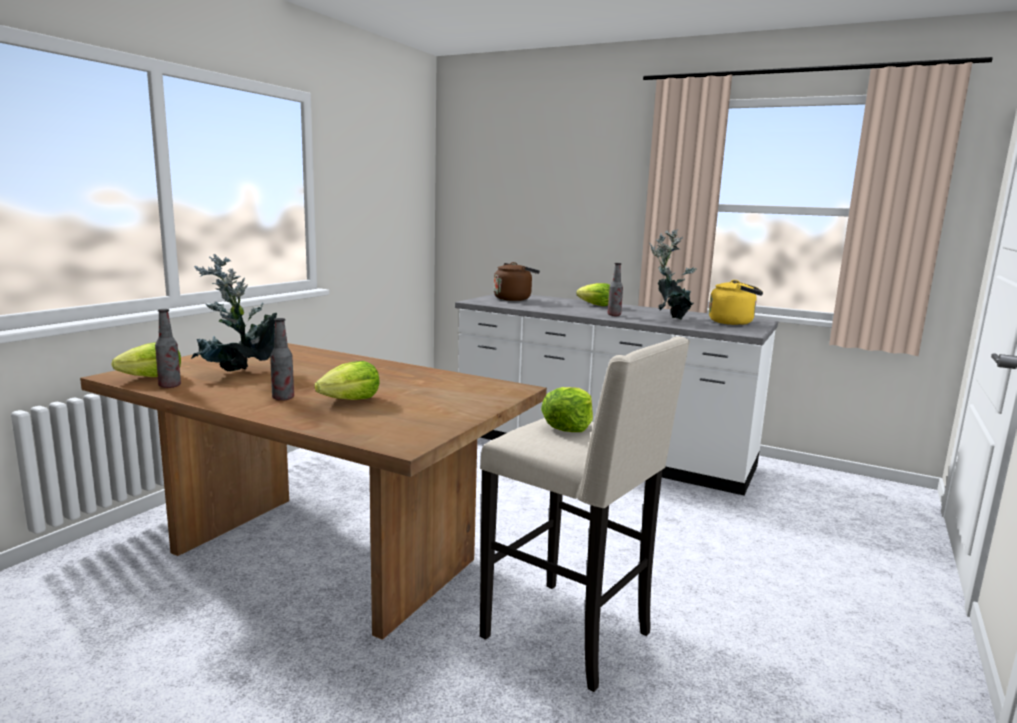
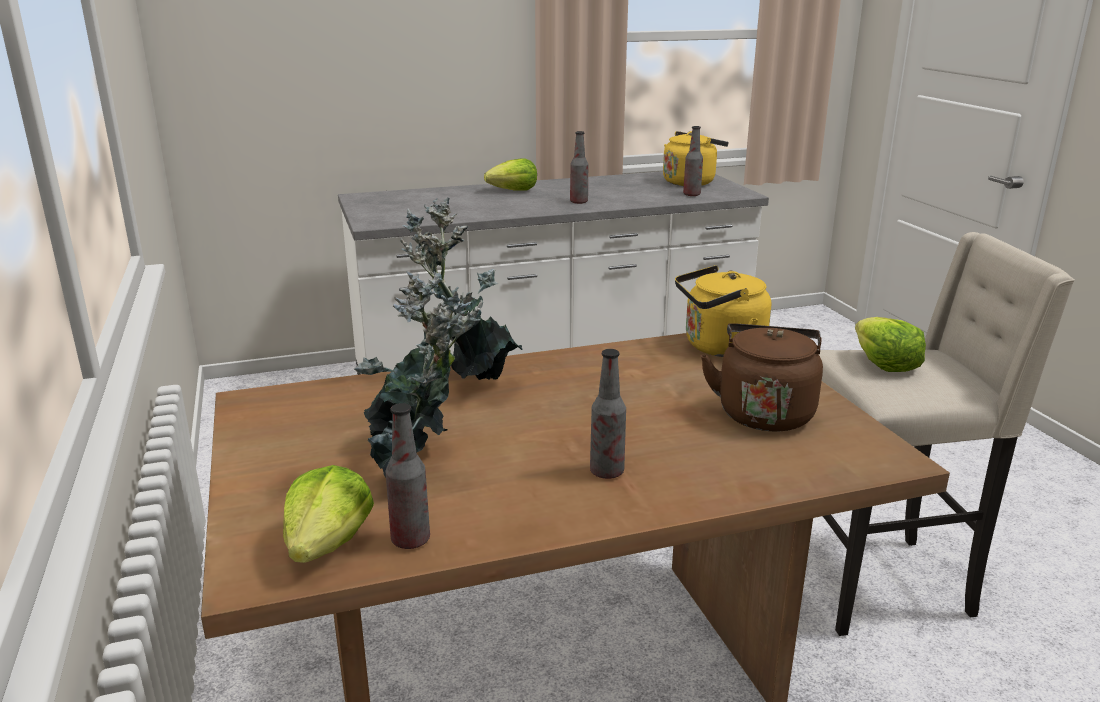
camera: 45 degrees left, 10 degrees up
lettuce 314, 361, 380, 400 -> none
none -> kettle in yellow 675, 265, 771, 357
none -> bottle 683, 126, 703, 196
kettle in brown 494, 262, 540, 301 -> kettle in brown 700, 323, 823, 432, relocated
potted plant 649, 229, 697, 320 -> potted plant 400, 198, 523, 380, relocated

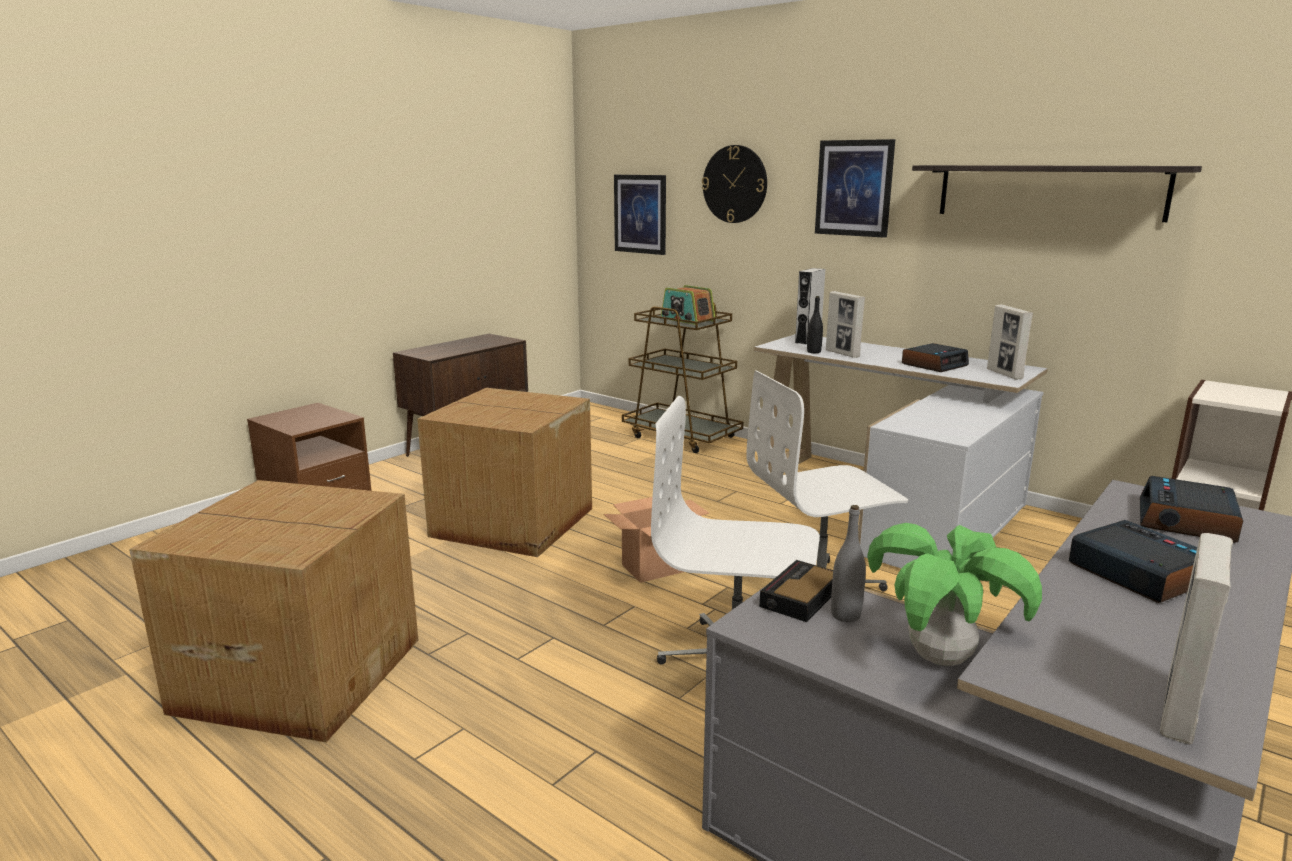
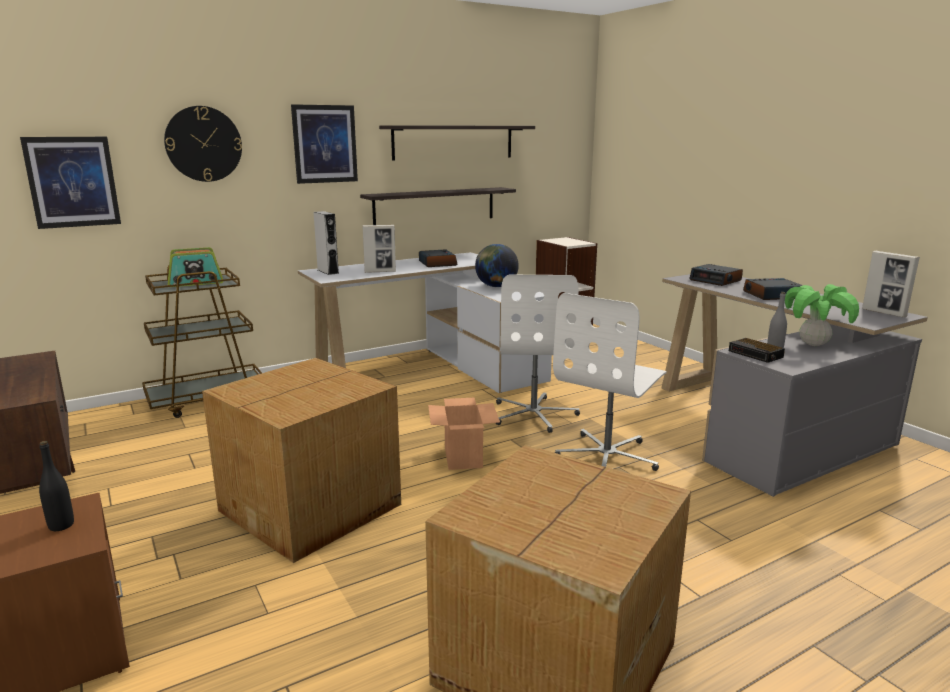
camera: 70 degrees left, 0 degrees up
picture frame 987, 305, 1033, 379 -> none
none -> shelf 360, 187, 516, 225
none -> globe 475, 244, 519, 287
bottle in black 807, 296, 823, 353 -> bottle in black 39, 441, 74, 531, relocated

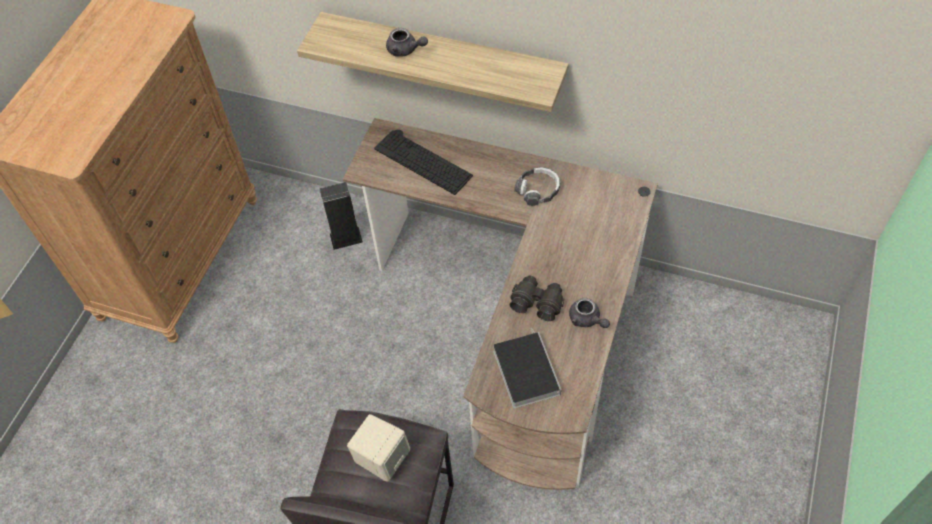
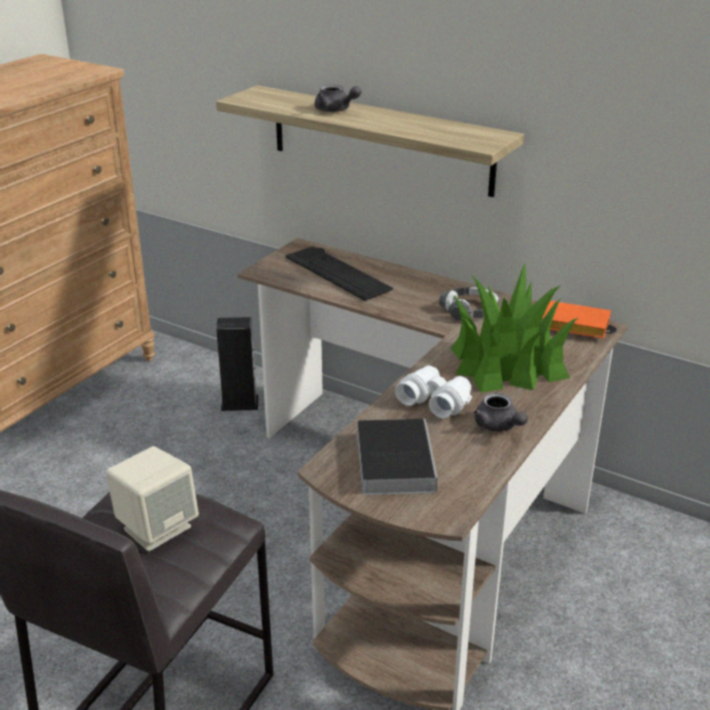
camera: 10 degrees right, 25 degrees down
none -> potted plant 450, 263, 579, 393
none -> book in orange 542, 301, 611, 339
binoculars in black 510, 276, 564, 321 -> binoculars in white 395, 365, 472, 419

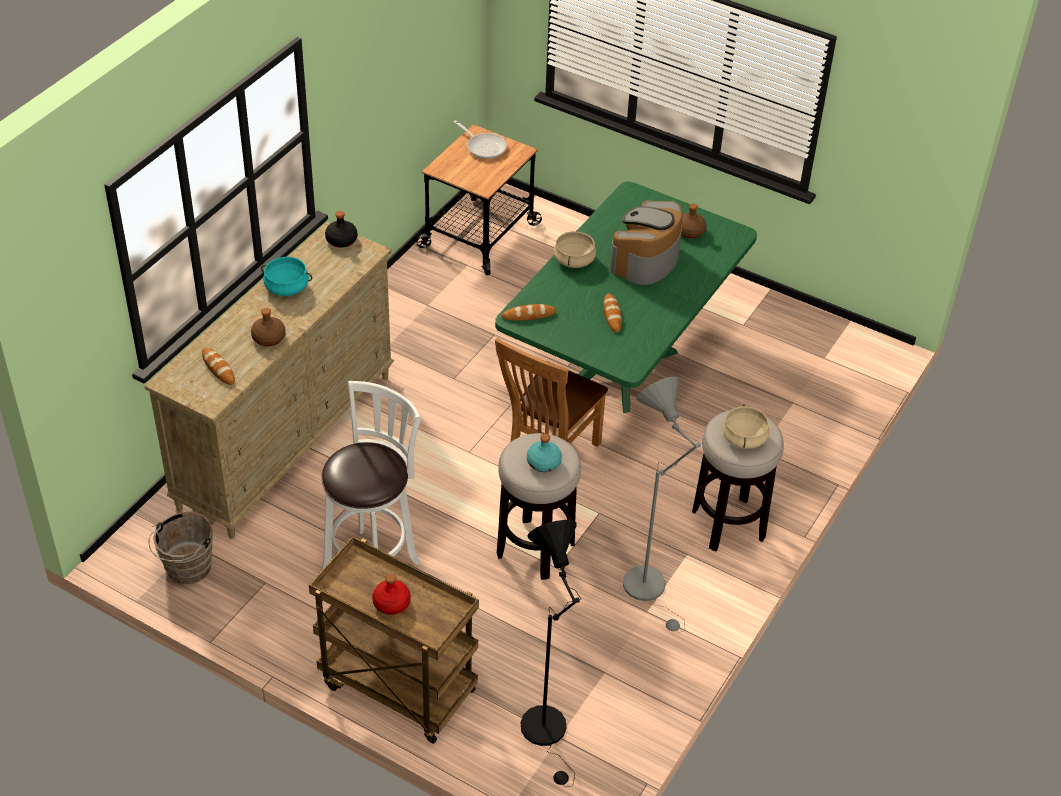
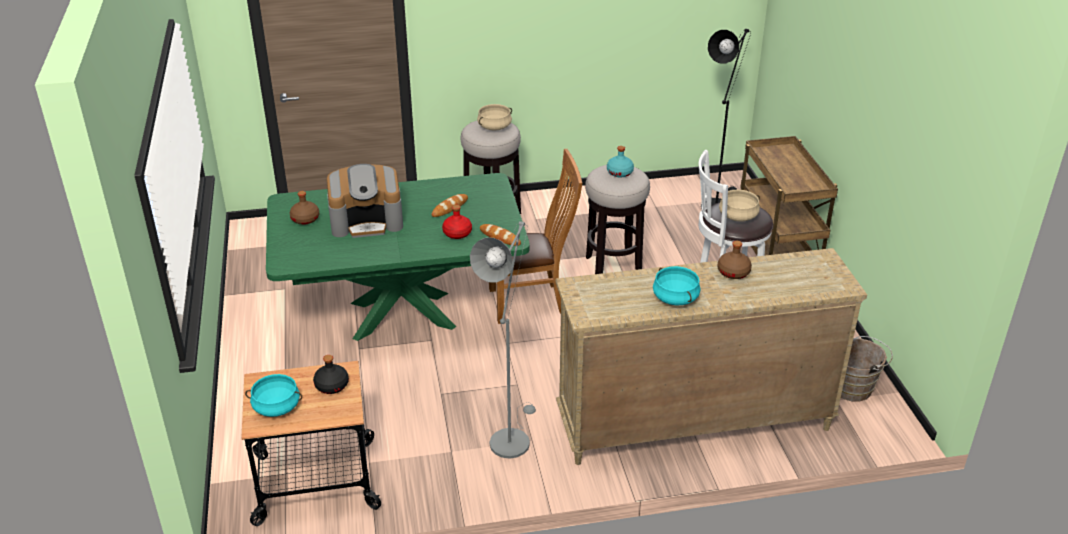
camera: 130 degrees left, 10 degrees down
bread 202, 348, 235, 385 -> none
bottle in black 325, 211, 357, 248 -> bottle in black 313, 355, 349, 394, relocated
bottle in red 372, 574, 411, 615 -> bottle in red 442, 205, 472, 239, relocated
cooking pot in beige 554, 230, 596, 268 -> cooking pot in beige 719, 190, 760, 222, relocated
floor lamp in grey 623, 377, 701, 633 -> floor lamp in grey 470, 221, 536, 459, relocated
frying pan 454, 120, 507, 159 -> cooking pot in turquoise 245, 374, 302, 417

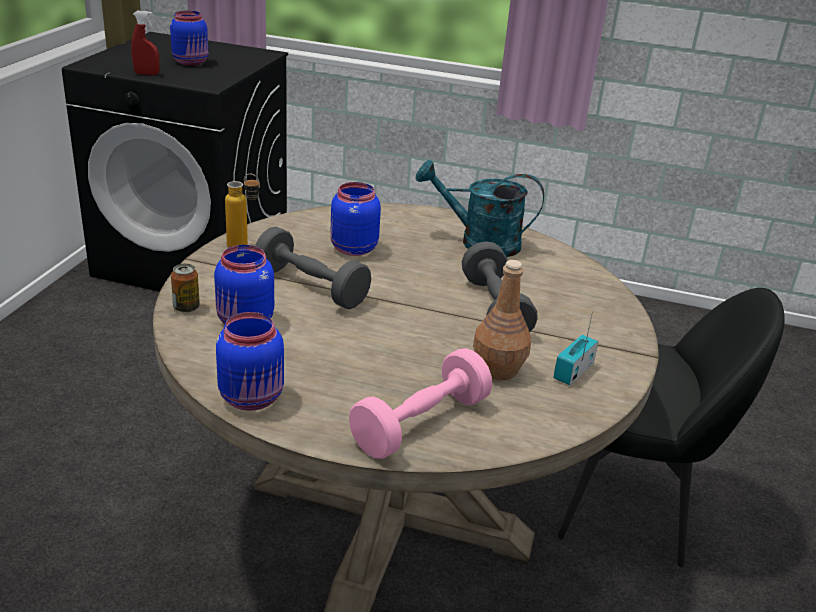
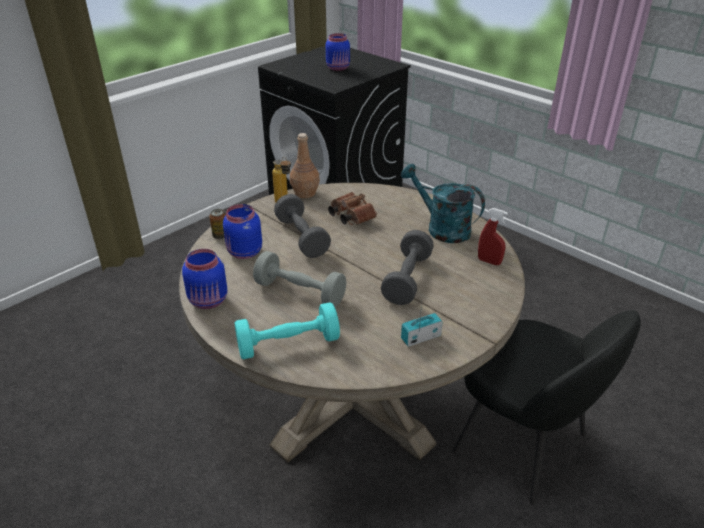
camera: 30 degrees right, 5 degrees up
none -> dumbbell in grey 253, 251, 346, 307
spray bottle in red 131, 11, 159, 75 -> spray bottle in red 478, 208, 508, 265, relocated
bottle in brown 473, 260, 531, 381 -> bottle in brown 290, 133, 320, 198, relocated
jar in blue 330, 182, 381, 256 -> binoculars in brown 328, 192, 377, 225
dumbbell in pink 349, 348, 492, 459 -> dumbbell in turquoise 235, 302, 340, 359

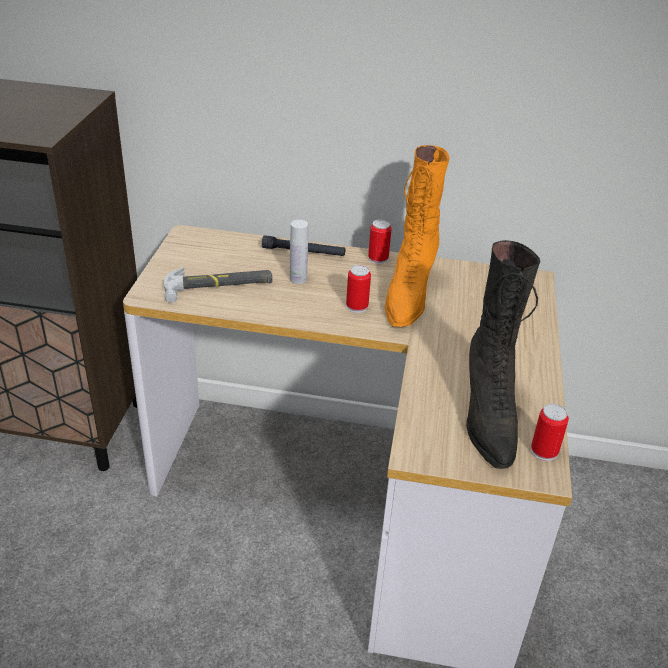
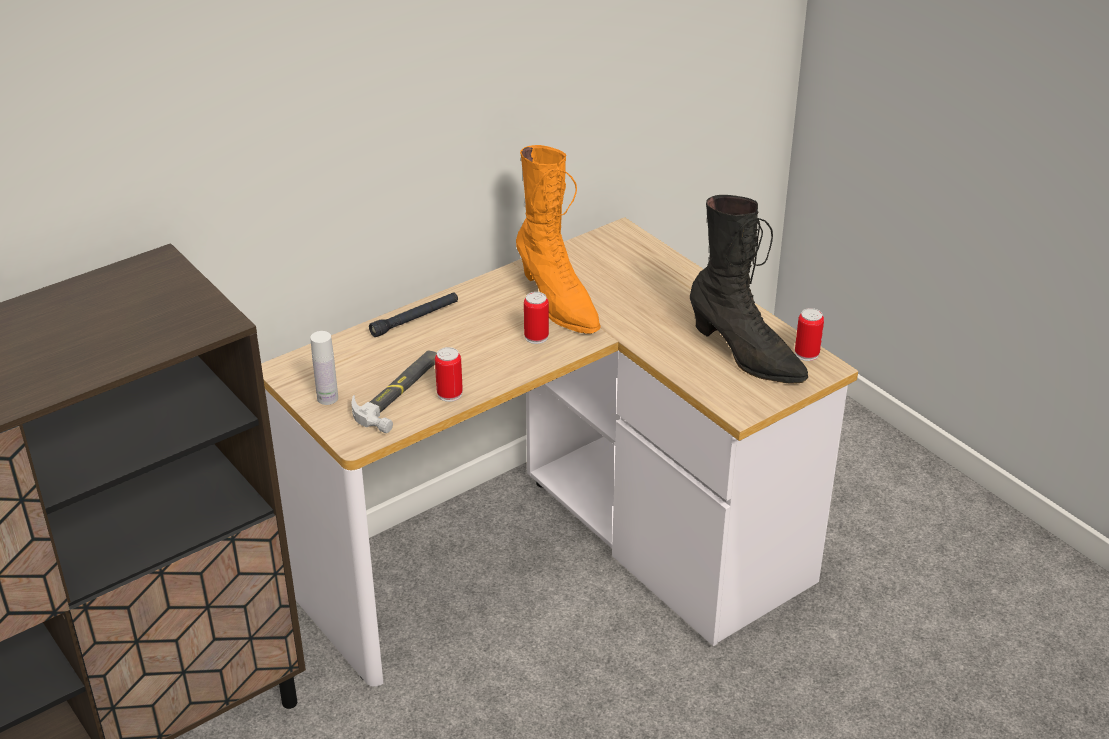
camera: 45 degrees left, 0 degrees up
bottle in white 290, 220, 308, 284 -> bottle in white 310, 331, 338, 405, relocated
can 368, 220, 391, 264 -> can 435, 347, 463, 402, relocated

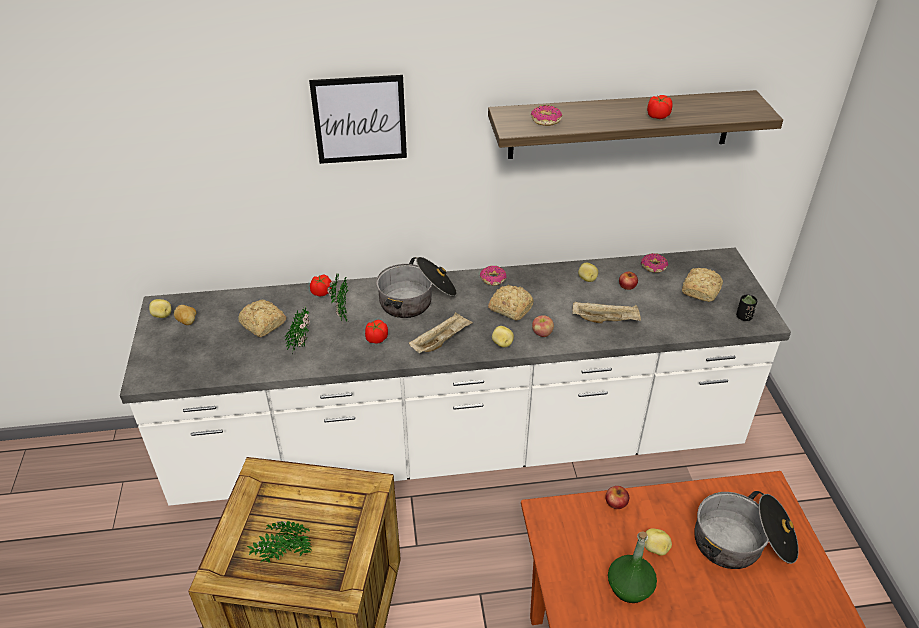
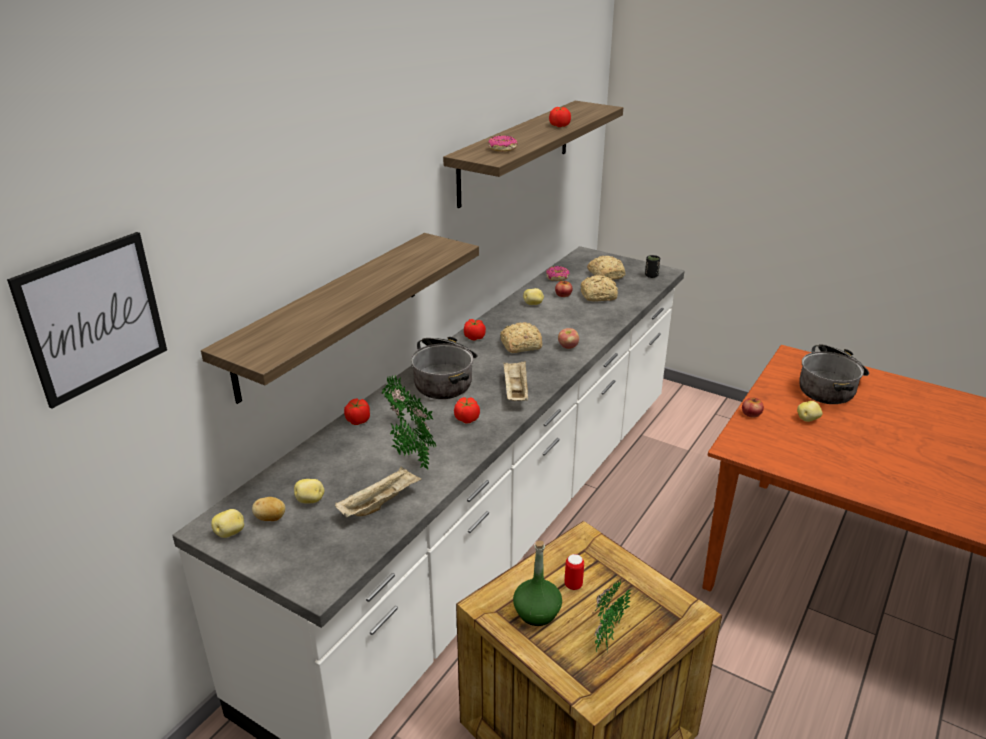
camera: 50 degrees left, 10 degrees down
none -> shelf 201, 233, 479, 404
none -> can 564, 554, 584, 590
bread 238, 300, 286, 337 -> bread 581, 275, 618, 301, relocated
picture 309, 75, 407, 164 -> picture 7, 232, 167, 408, relocated
potato 492, 326, 514, 347 -> potato 294, 479, 324, 503, relocated
tray in beige 572, 301, 641, 324 -> tray in beige 335, 466, 422, 517, relocated
bottle in green 608, 531, 657, 603 -> bottle in green 513, 541, 562, 626, relocated
donut 480, 266, 507, 285 -> tomato 464, 319, 486, 340

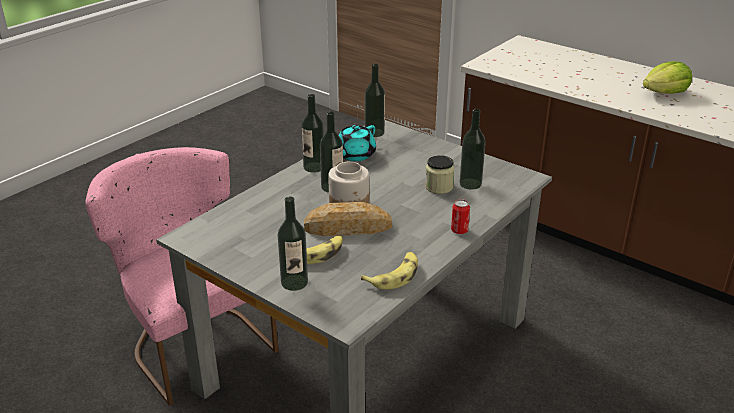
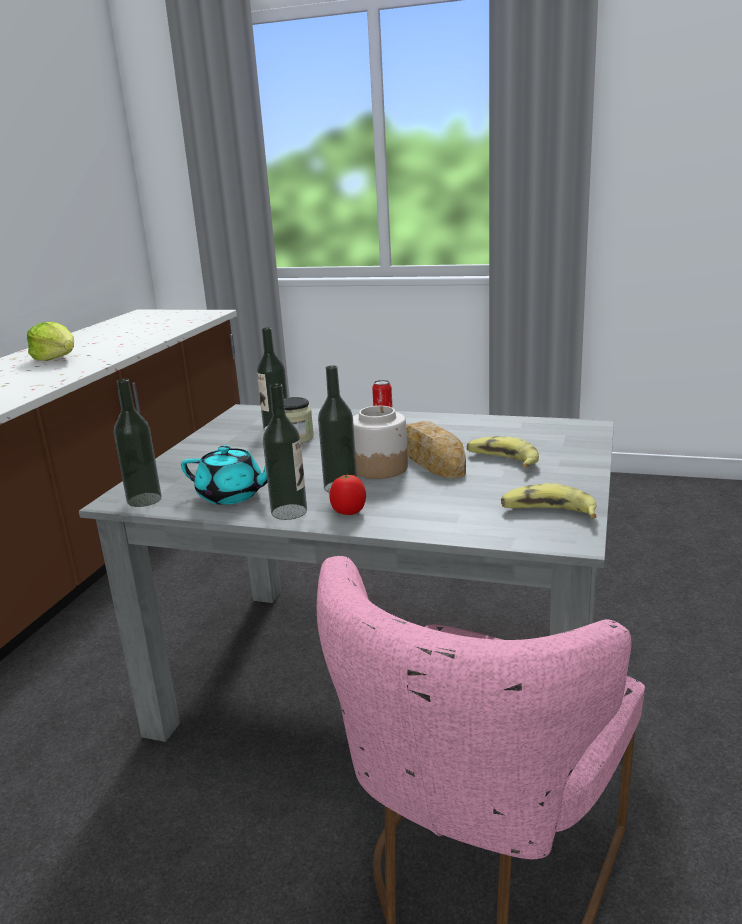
camera: 110 degrees left, 10 degrees down
bottle 278, 197, 308, 291 -> none
none -> tomato 329, 475, 366, 515
banana 361, 252, 418, 290 -> banana 501, 483, 596, 518, relocated

